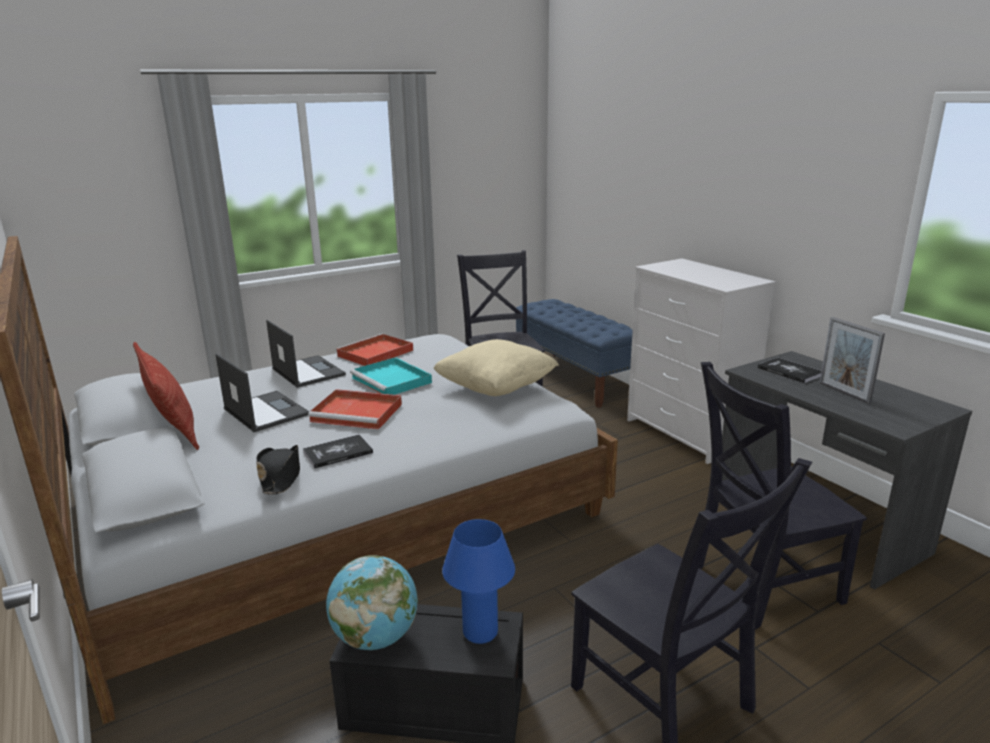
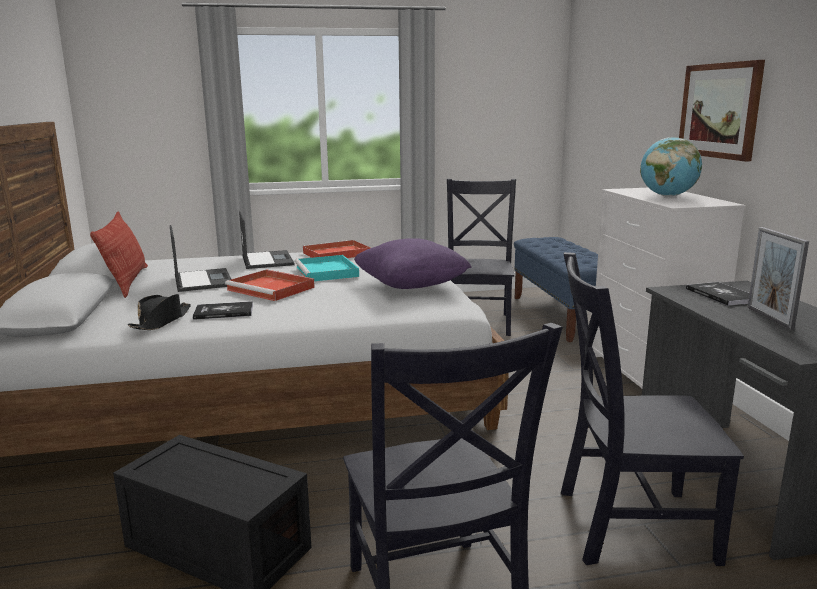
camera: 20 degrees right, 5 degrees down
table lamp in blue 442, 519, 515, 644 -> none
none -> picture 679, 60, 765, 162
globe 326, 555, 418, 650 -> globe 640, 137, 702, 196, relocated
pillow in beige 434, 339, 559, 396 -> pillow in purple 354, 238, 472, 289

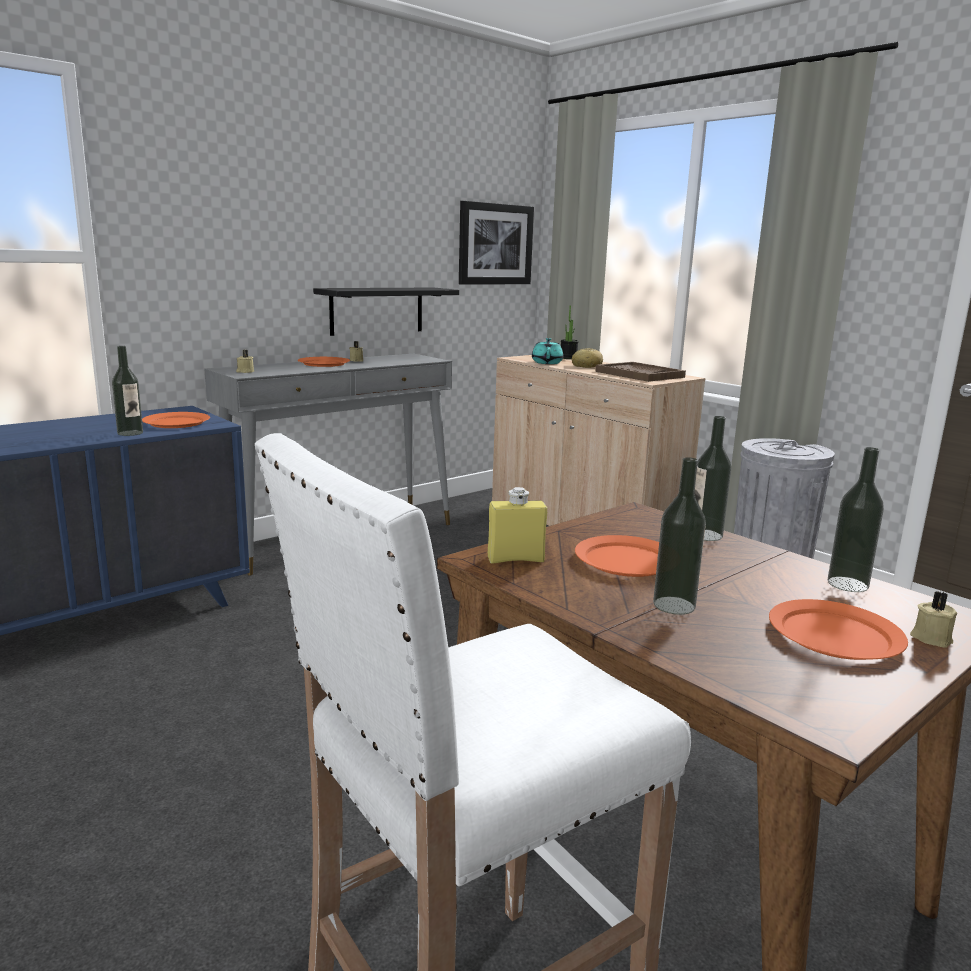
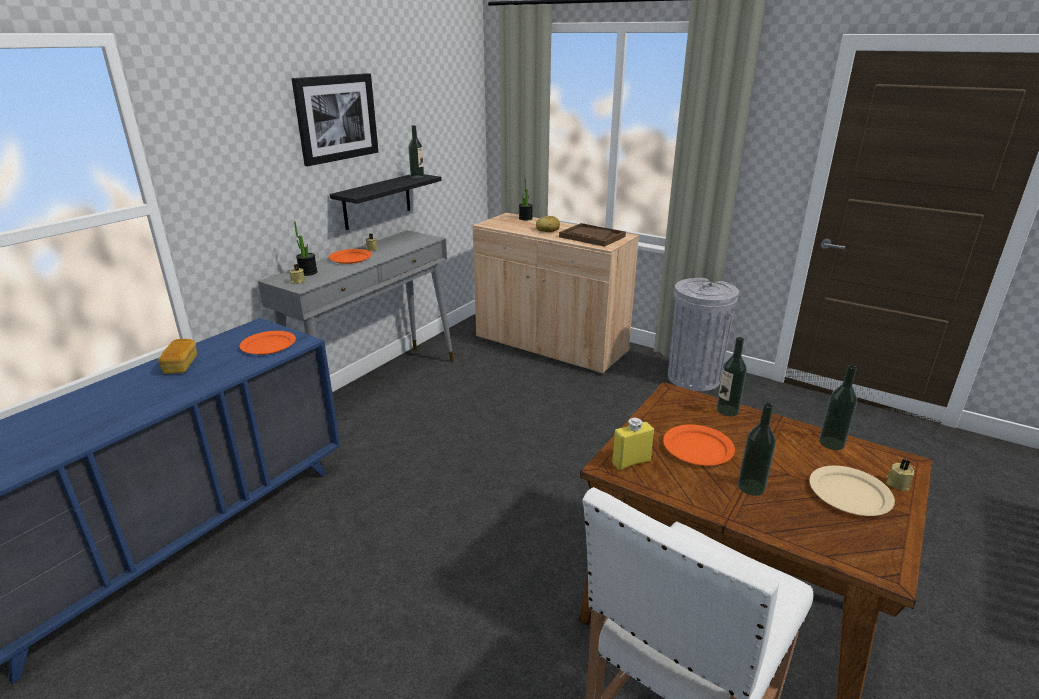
camera: 15 degrees left, 10 degrees up
teapot in turquoise 532, 338, 564, 364 -> none
none -> bread 158, 339, 197, 374
none -> potted plant 294, 221, 318, 276
bottle 112, 346, 143, 436 -> bottle 408, 125, 424, 178, relocated
picture 459, 201, 534, 284 -> picture 292, 73, 378, 166, relocated
plate in orange 769, 599, 908, 660 -> plate in beige 809, 466, 895, 516

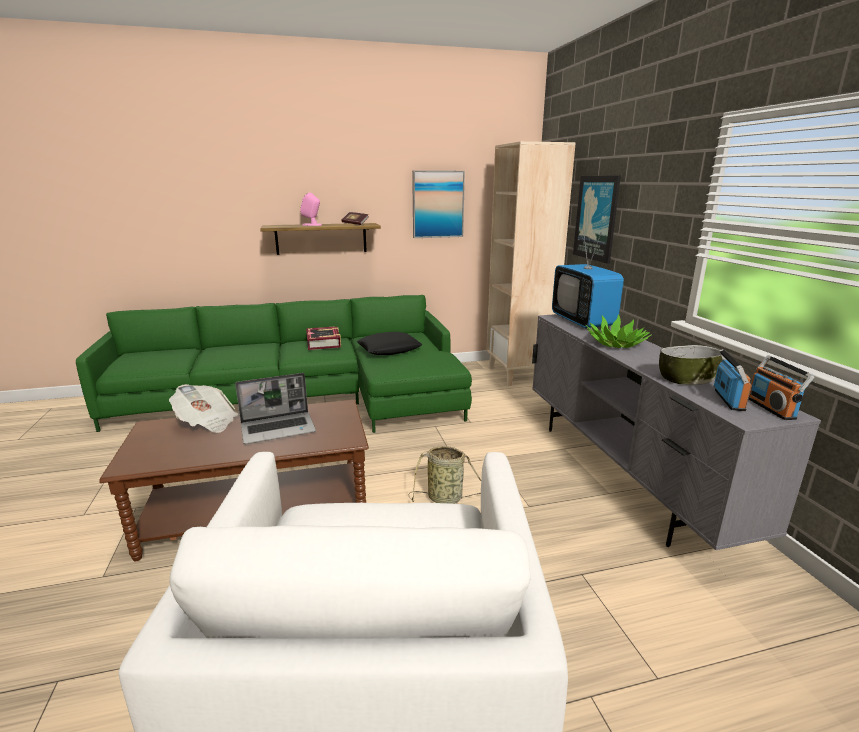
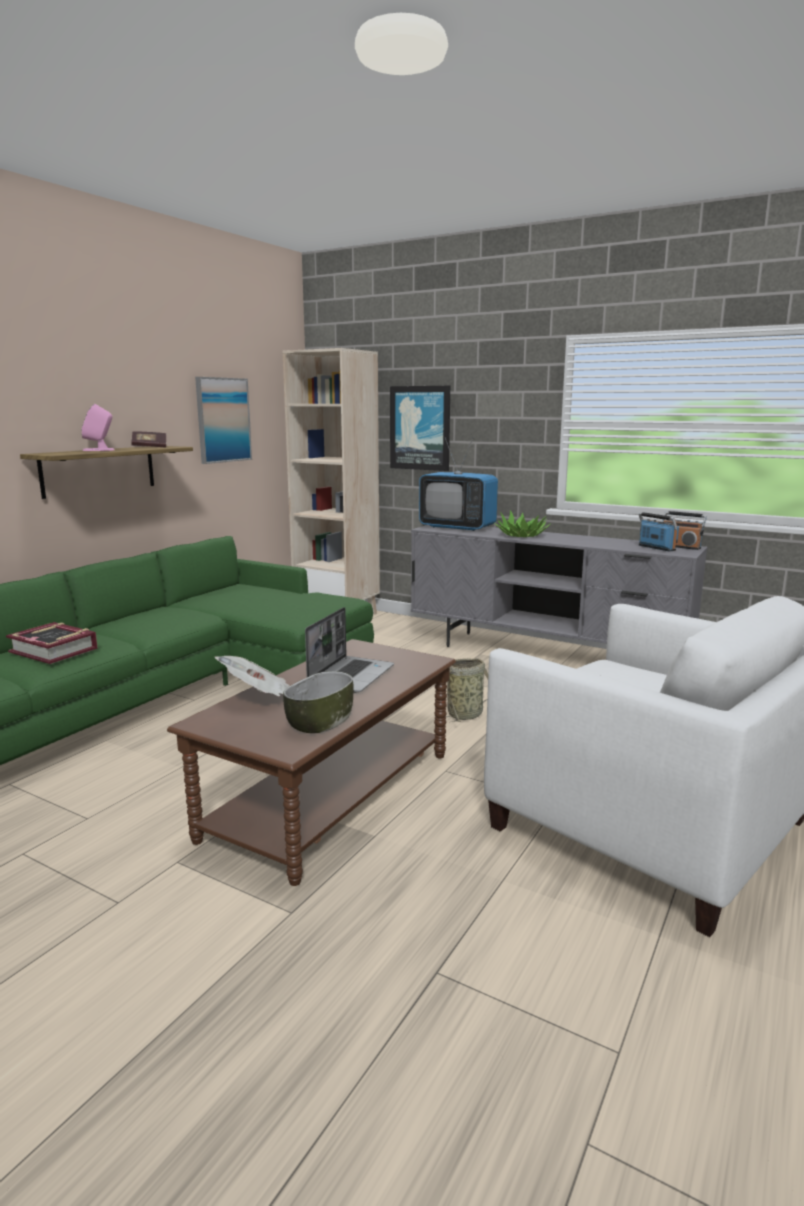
camera: 45 degrees left, 5 degrees down
pillow in black 356, 332, 422, 355 -> none
book 306, 326, 341, 350 -> book 6, 622, 98, 664, relocated
bowl 659, 345, 722, 385 -> bowl 283, 671, 354, 733, relocated

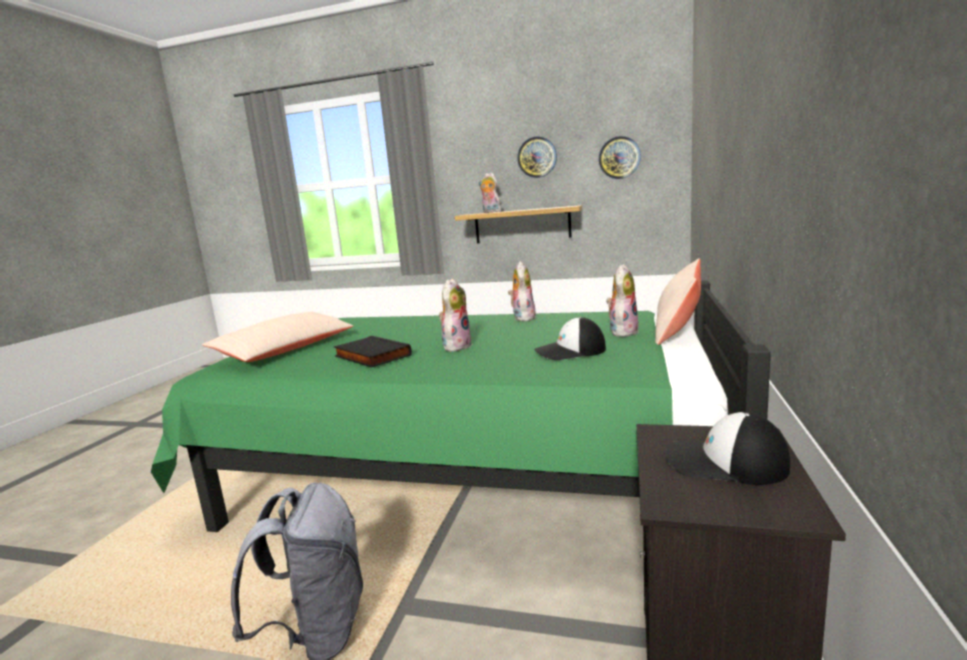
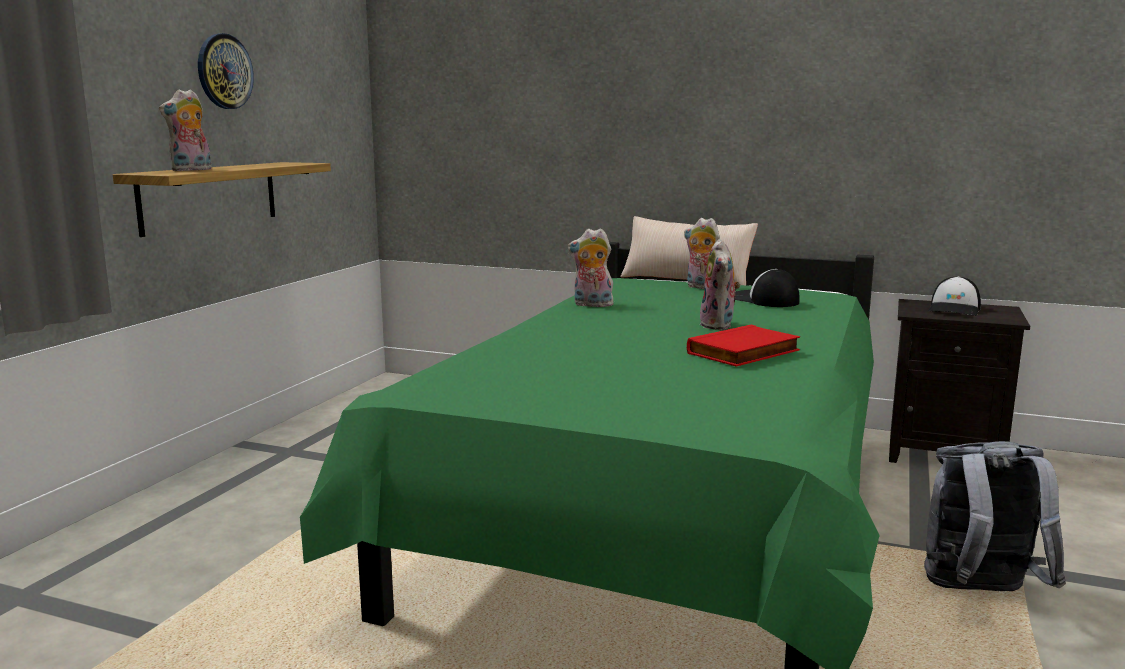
camera: 85 degrees left, 0 degrees up
pillow in beige 202, 312, 353, 362 -> none
wall clock 599, 136, 641, 179 -> none
book in black 334, 336, 412, 368 -> book in red 687, 324, 800, 367
plush toy 439, 278, 472, 352 -> plush toy 699, 239, 741, 330, 120 degrees counterclockwise
cap 534, 317, 606, 360 -> cap 735, 269, 799, 307, 150 degrees clockwise

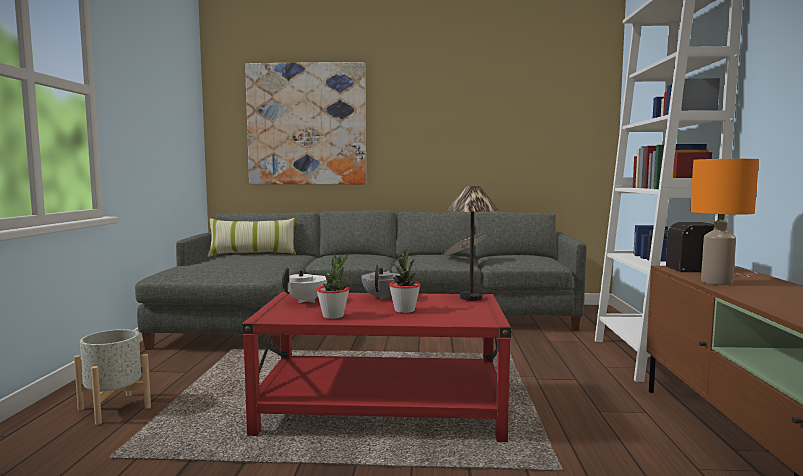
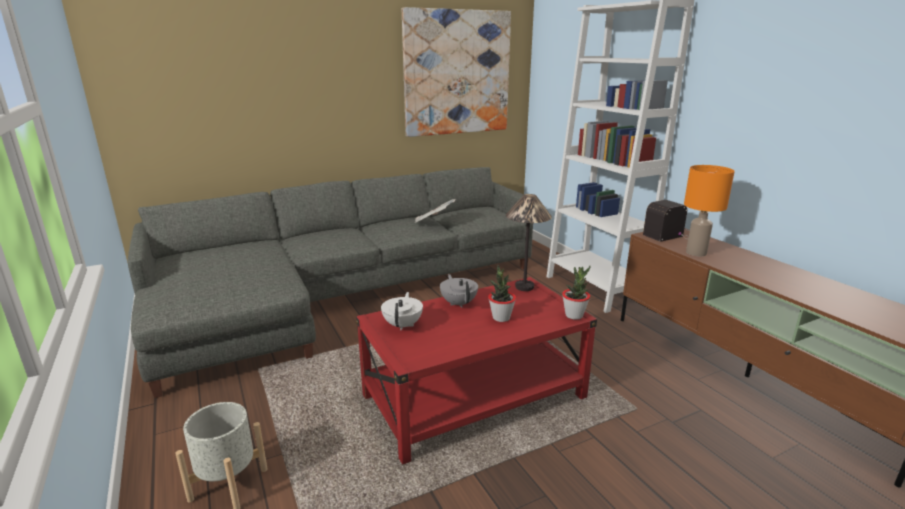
camera: 30 degrees left, 15 degrees up
pillow 207, 218, 296, 257 -> none
picture 245, 62, 366, 184 -> picture 402, 7, 511, 137, relocated
potted plant 316, 253, 350, 319 -> potted plant 562, 266, 591, 320, relocated

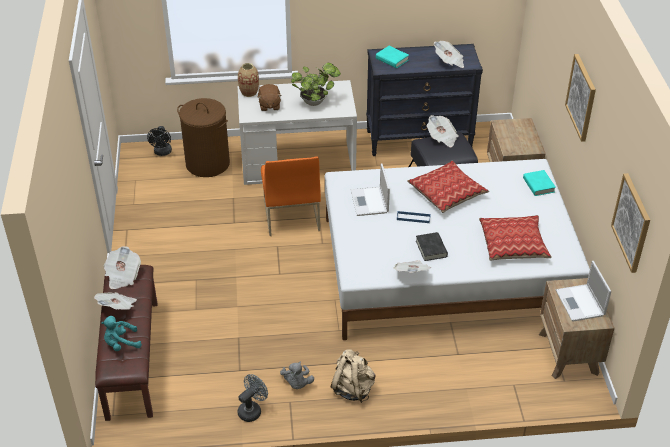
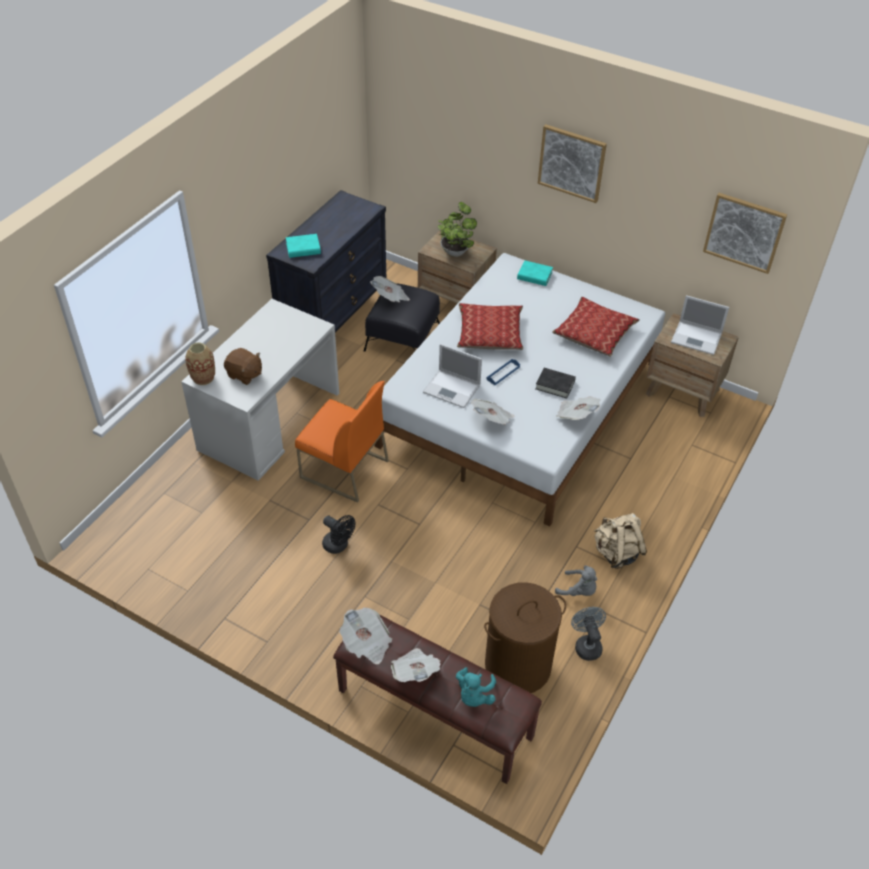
camera: 55 degrees left, 5 degrees up
fan in black 147, 126, 172, 156 -> fan in black 322, 515, 355, 554, relocated
laundry basket in brown 177, 98, 230, 177 -> laundry basket in brown 484, 582, 566, 693, relocated
potted plant 291, 62, 341, 106 -> potted plant 438, 202, 477, 257, relocated
newspaper 434, 41, 464, 68 -> newspaper 471, 399, 515, 425, relocated

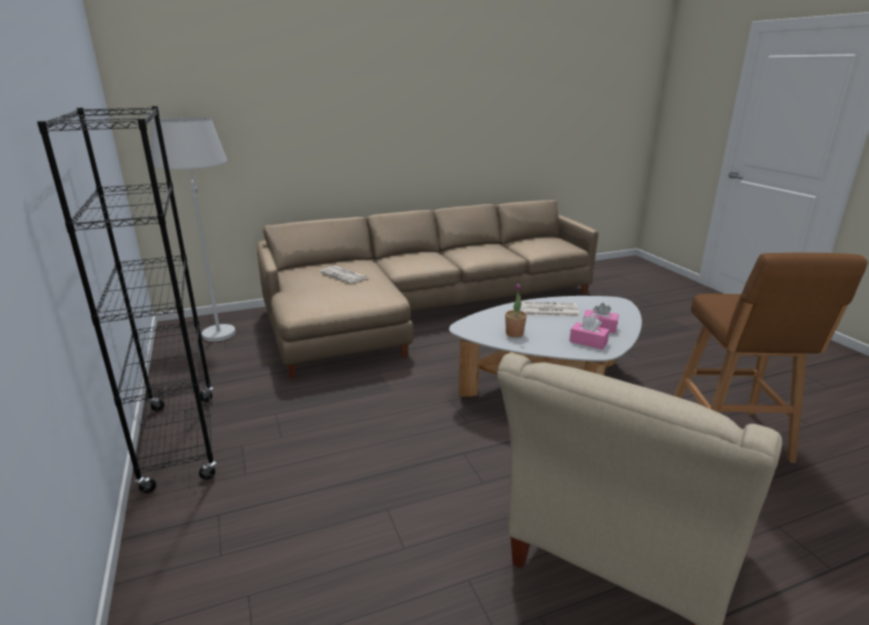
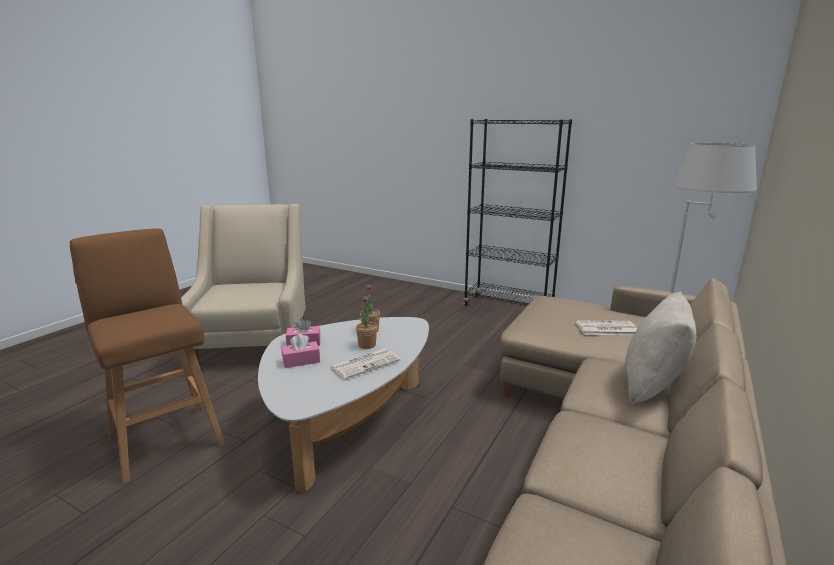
camera: 140 degrees right, 5 degrees down
none -> potted plant 356, 296, 377, 349
none -> pillow in beige 625, 291, 696, 404

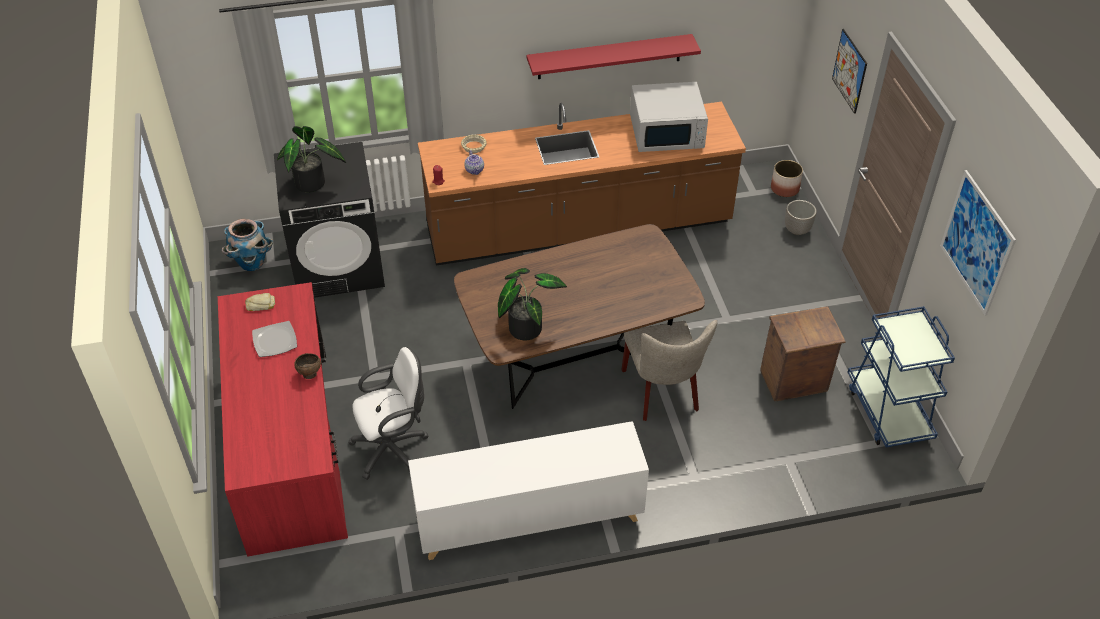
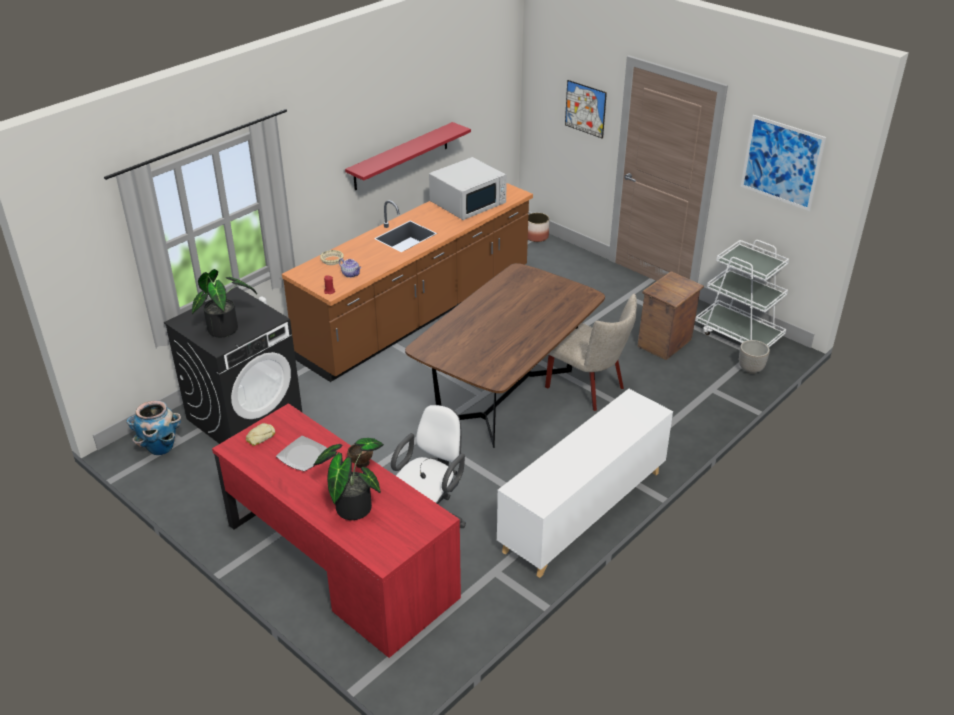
camera: 35 degrees left, 10 degrees down
potted plant 498, 268, 567, 340 -> potted plant 313, 438, 384, 520, relocated
planter 785, 200, 817, 235 -> planter 739, 340, 770, 374, relocated
cart in blue 848, 306, 955, 447 -> cart in white 695, 240, 789, 347

